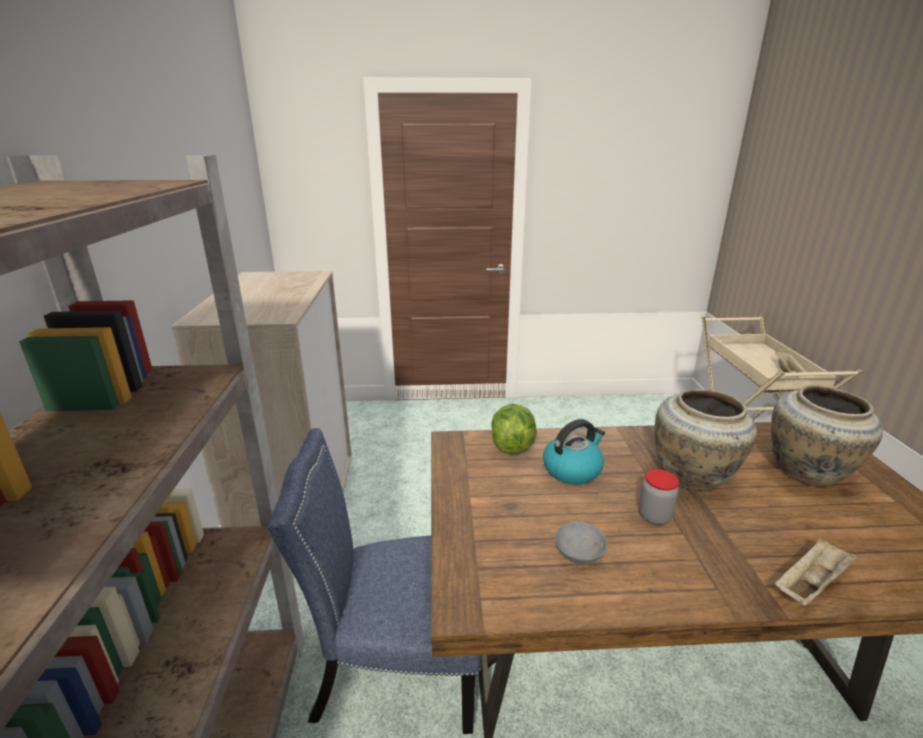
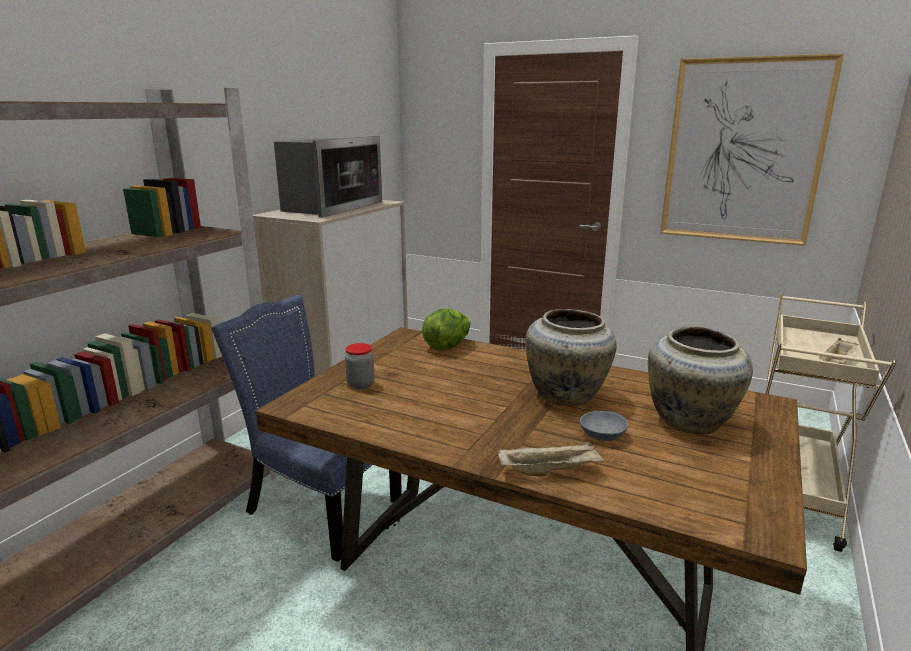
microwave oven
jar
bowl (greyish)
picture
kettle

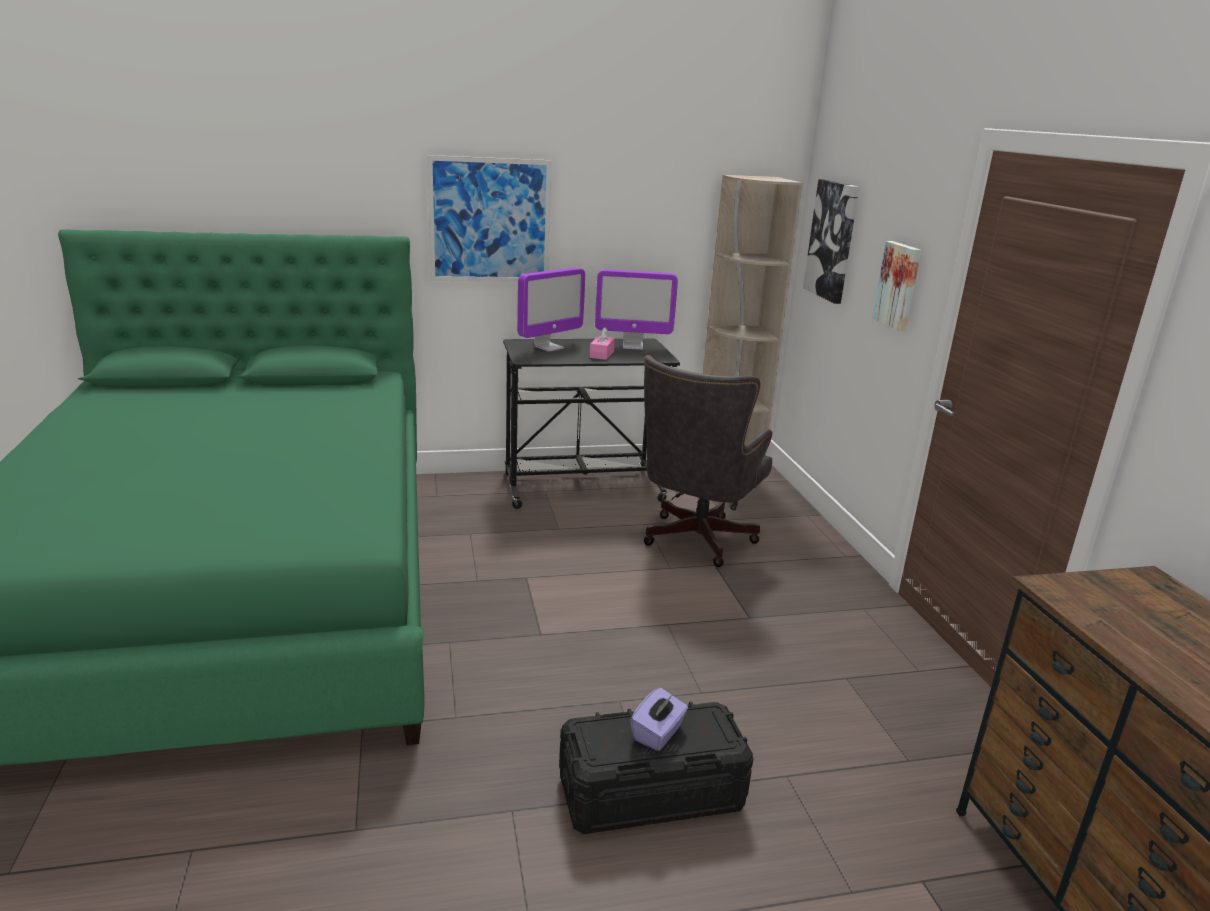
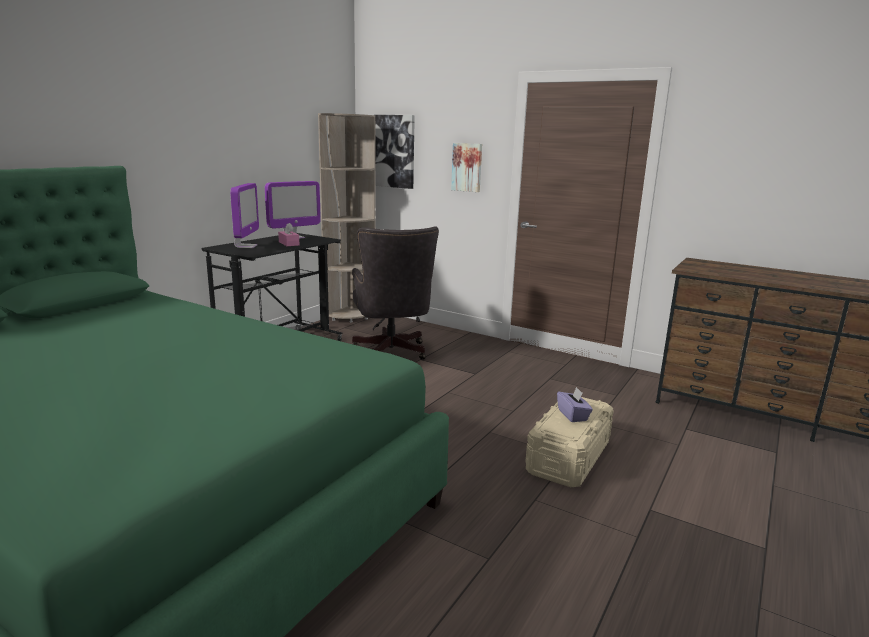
storage bin (beige)
picture (no. 1 from left in the first image)

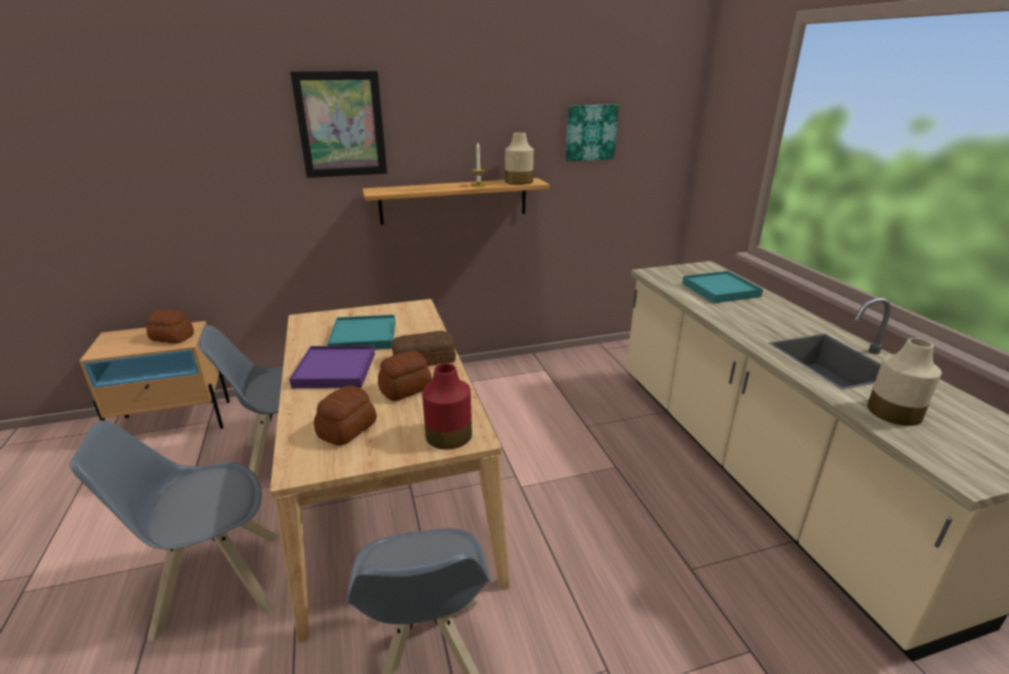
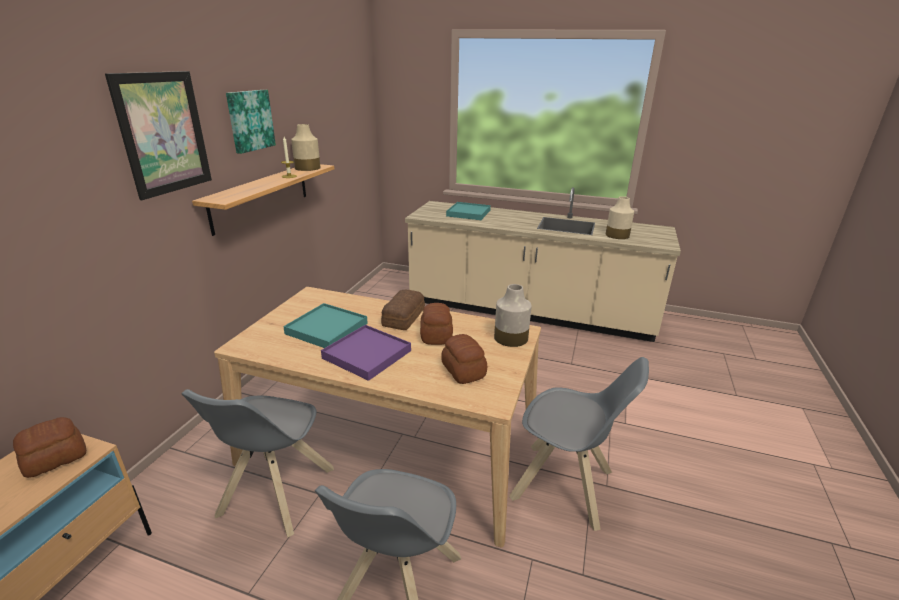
picture (no. 2 from left)
flower vase (beige) (no. 2 from left)

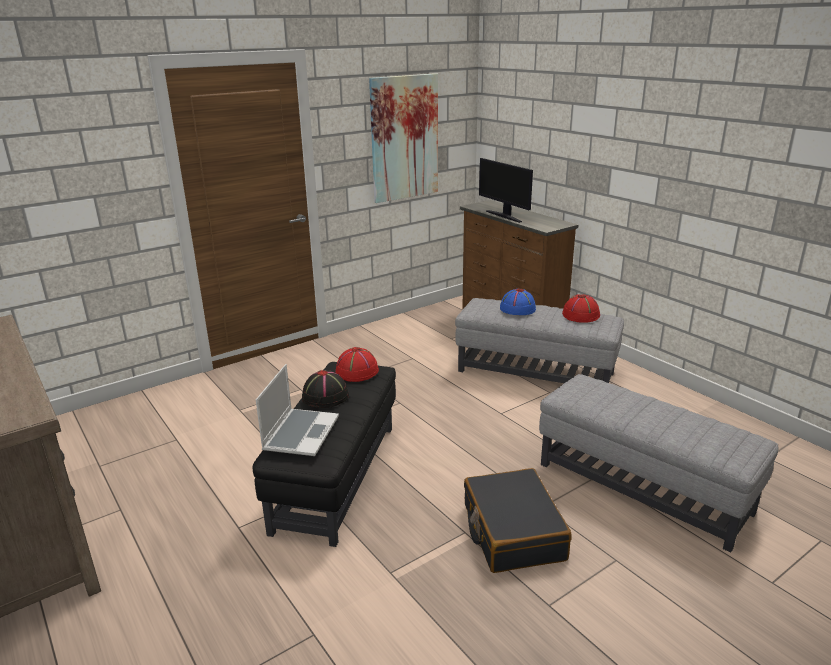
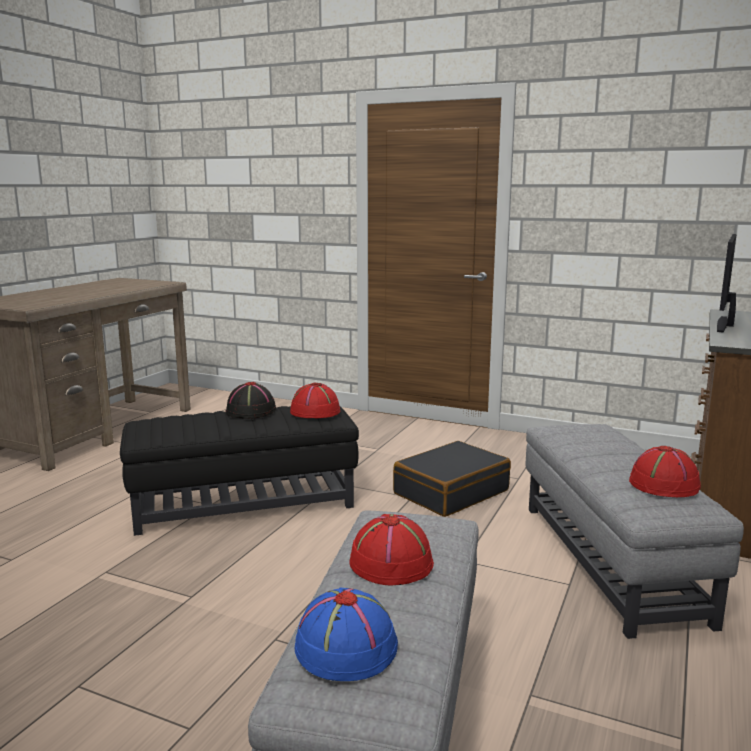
clothing hat (bluish)
clothing hat (reddish) (no. 2 from left)
travel case (blackish)
portable computer
picture

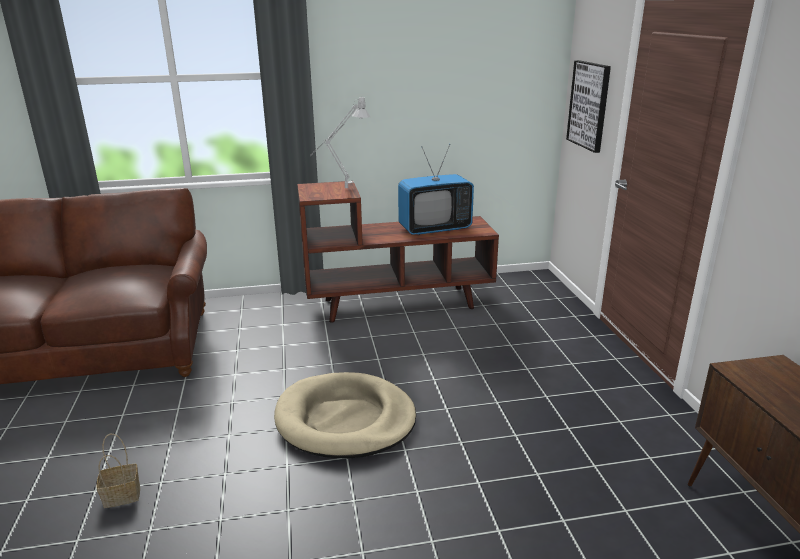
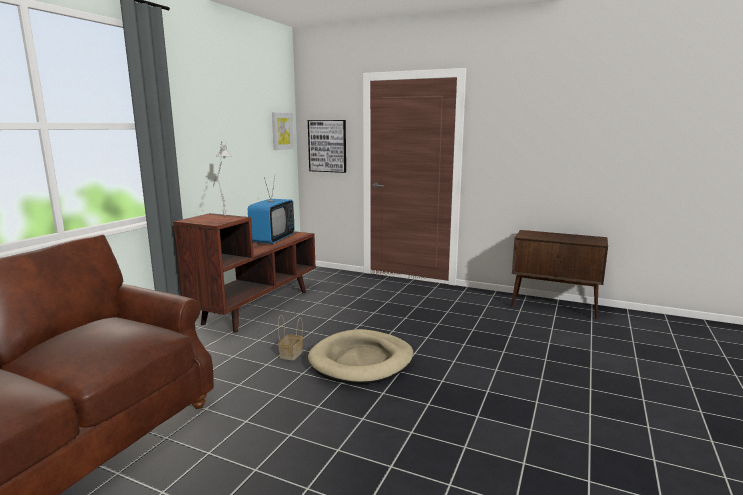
picture (no. 1 from left)
household basket

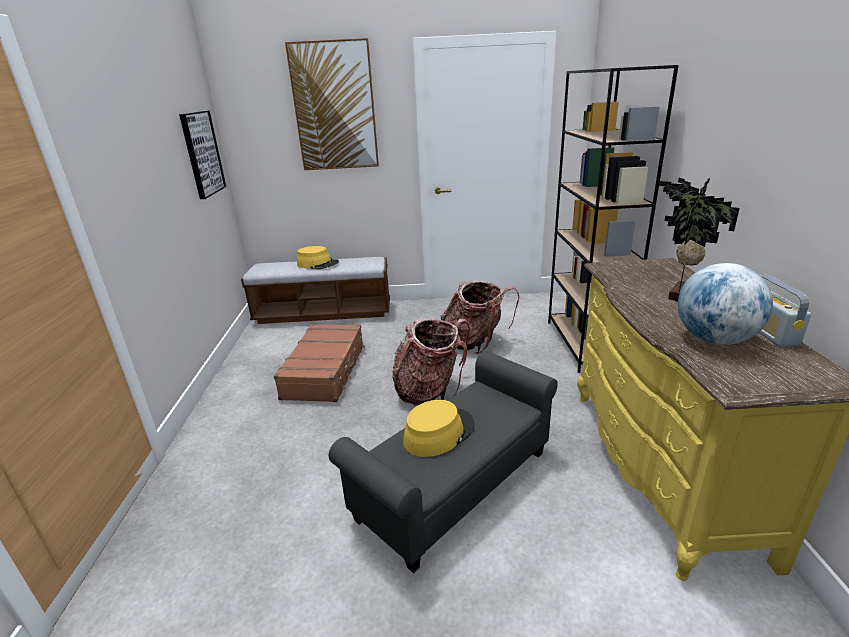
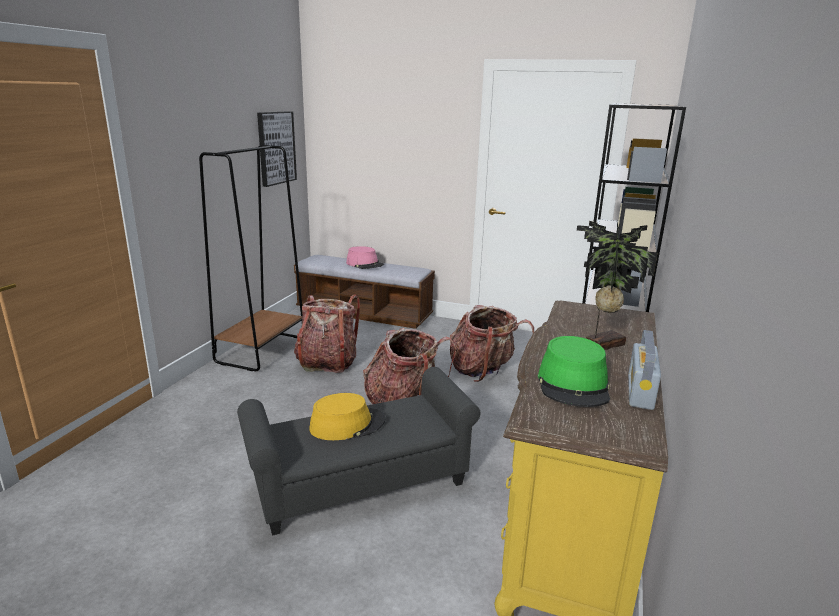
clothes rack
knapsack (no. 1 from left)
clothing hat (pink-coloured)
clothing hat (greenish)
picture (no. 2 from left in the first image)

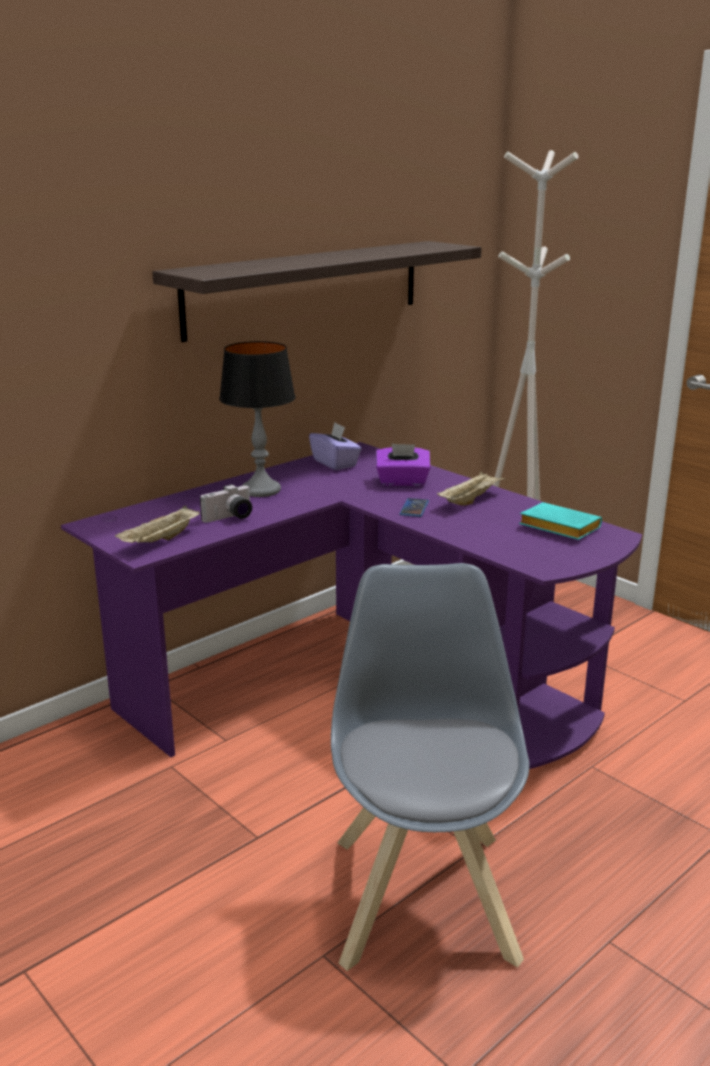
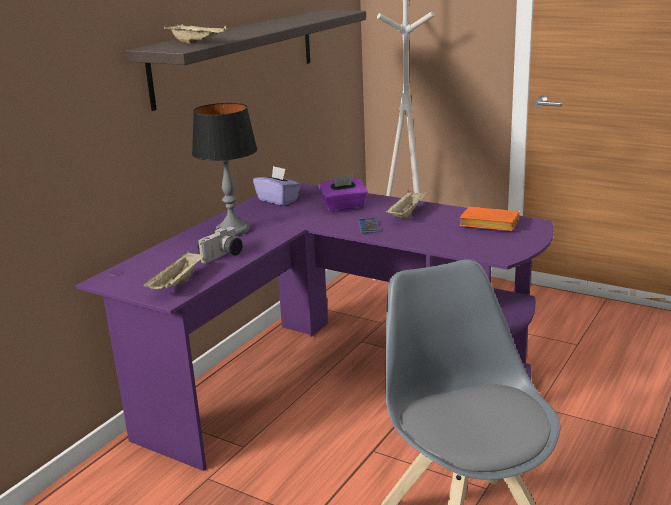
tray (beige) (no. 2 from left)
volume (orange)

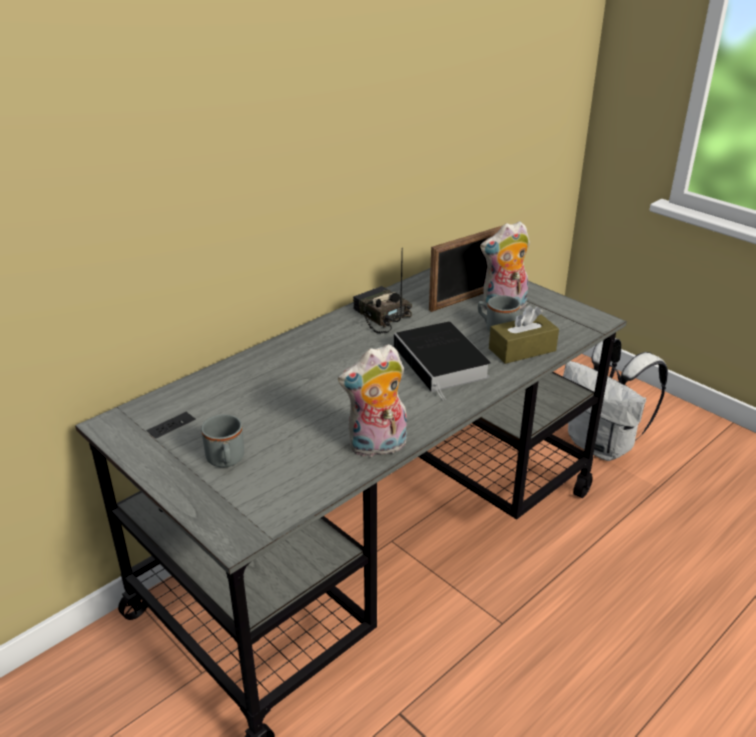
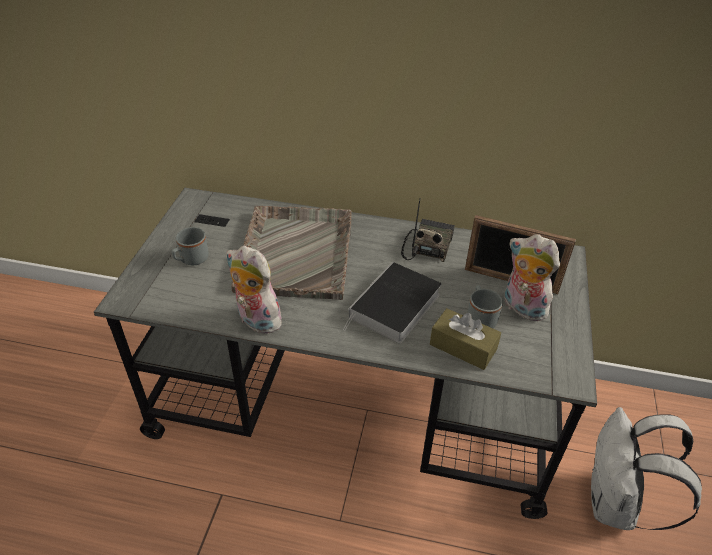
tray (greyish)

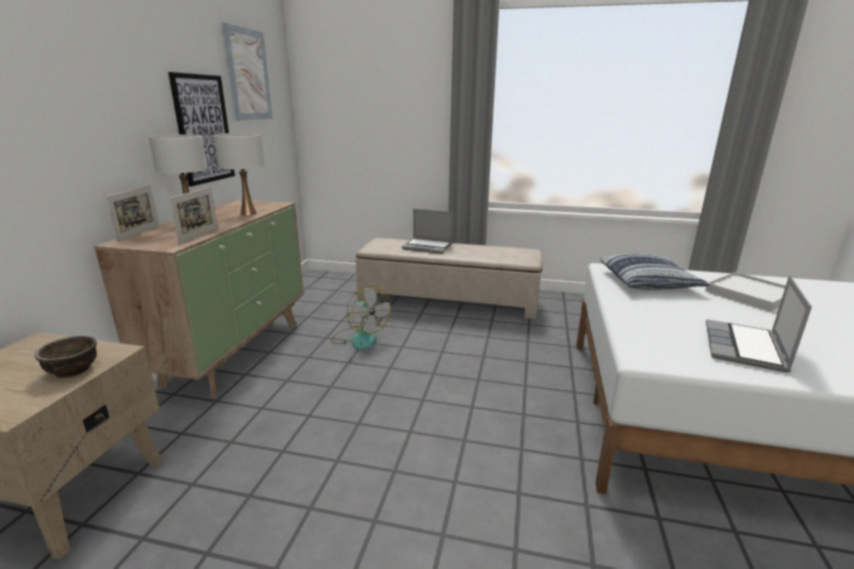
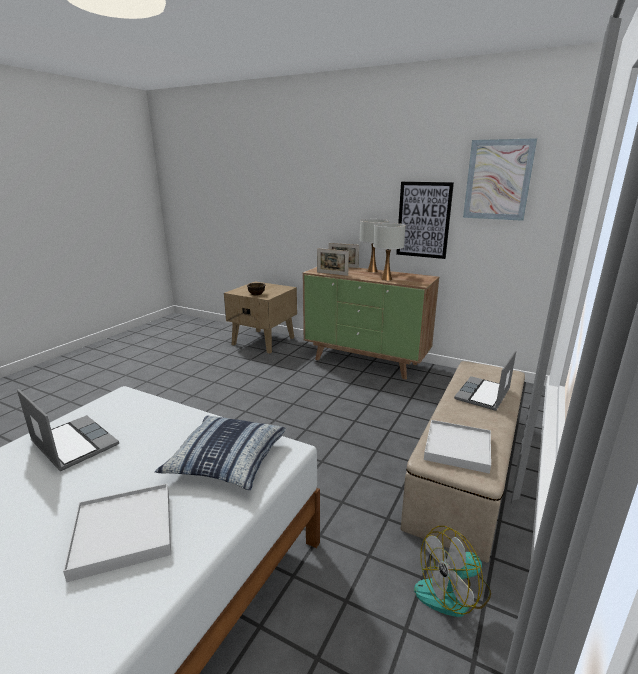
fan
tray (white) (no. 2 from left)

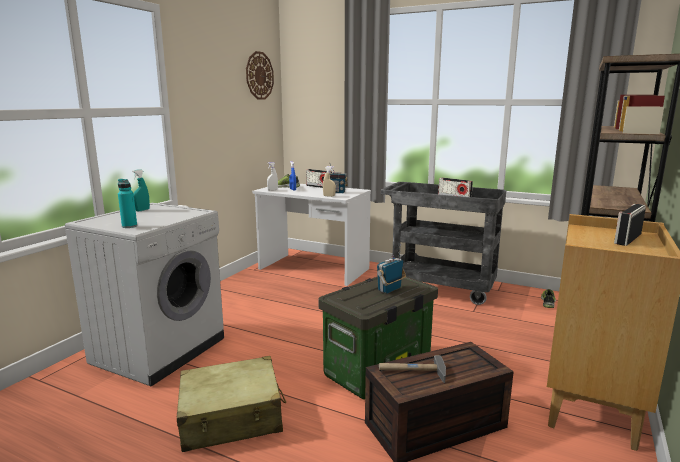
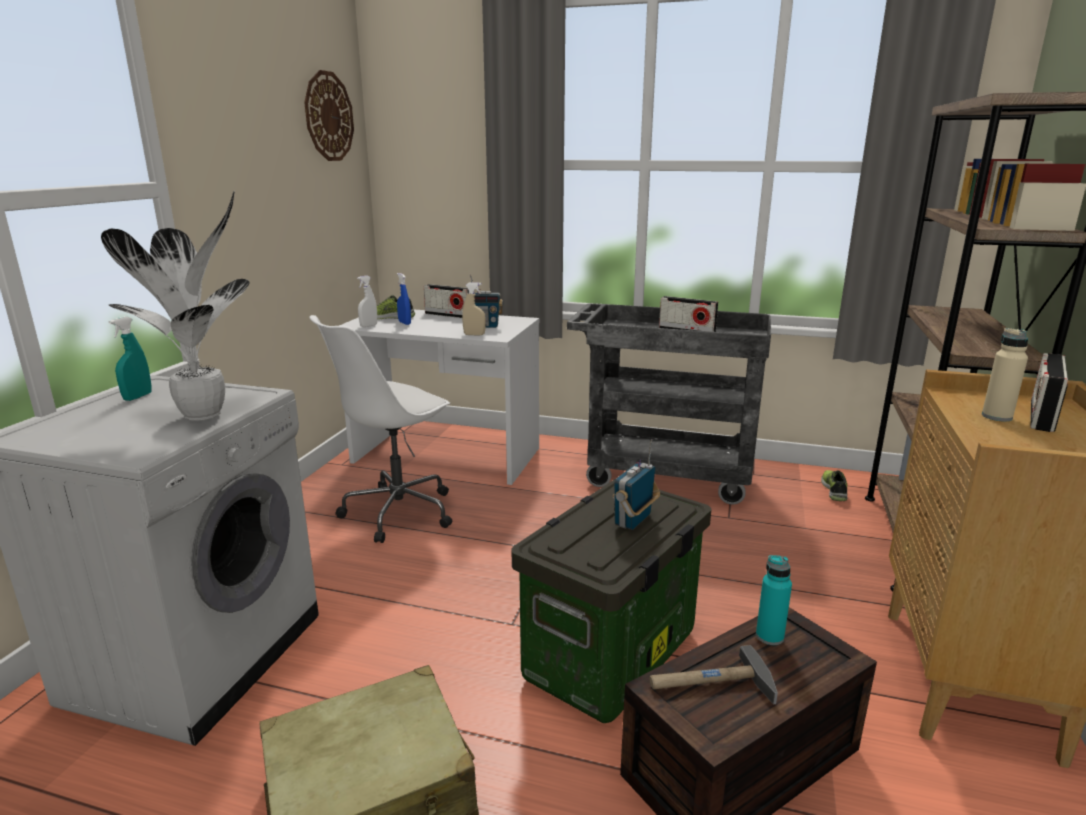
houseplant
office chair (white)
drink bottle (turquoise-coloured)
drink bottle (beige)

